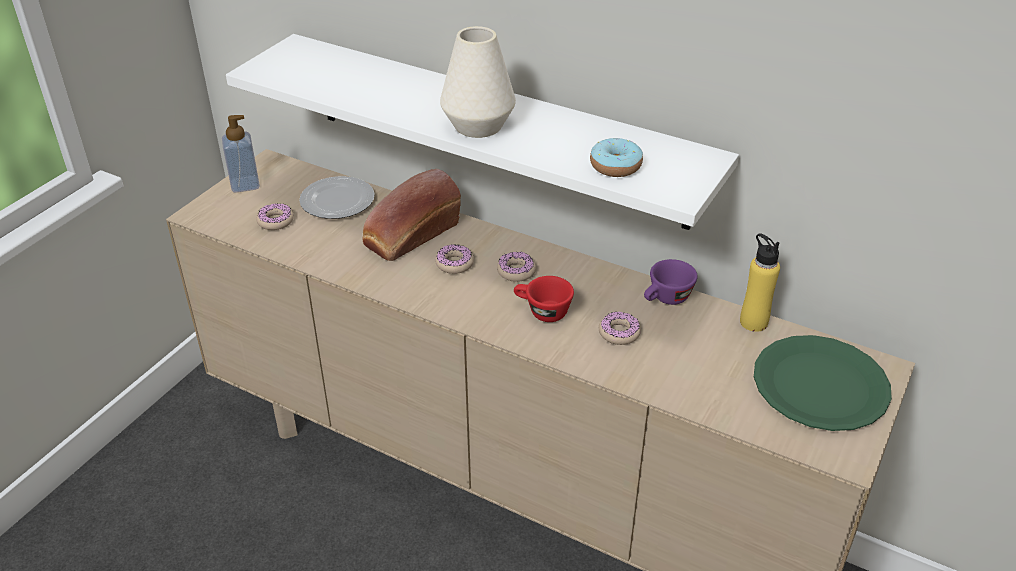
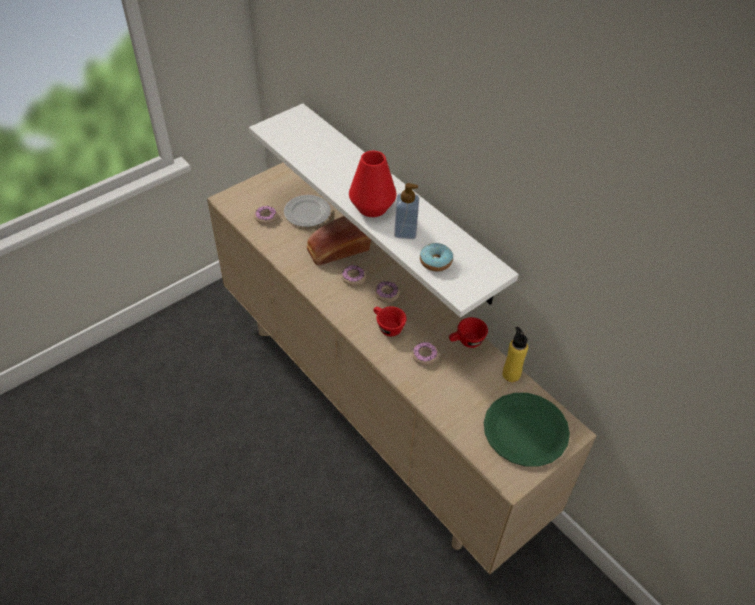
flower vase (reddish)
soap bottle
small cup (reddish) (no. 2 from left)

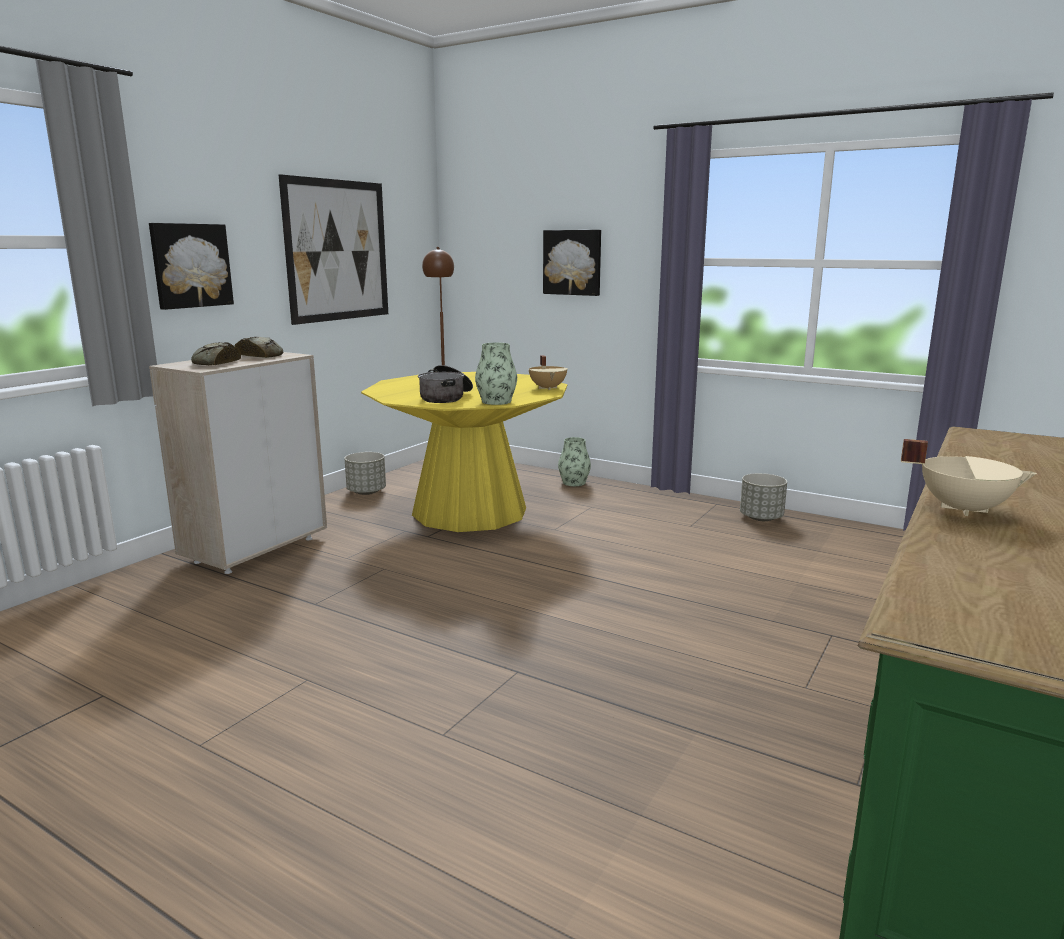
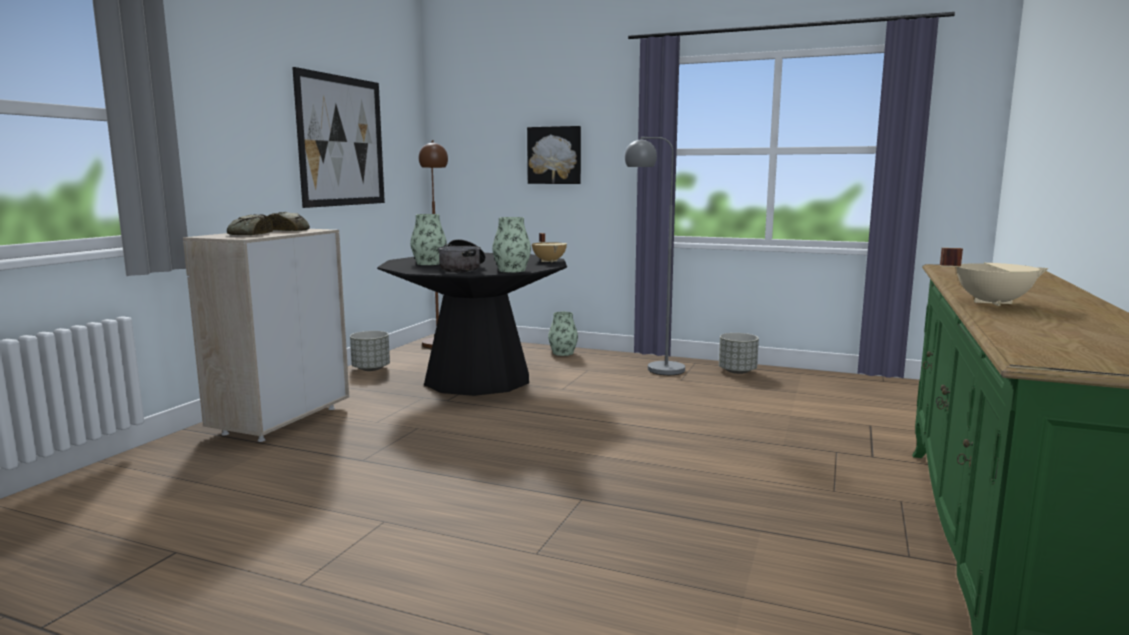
kitchen table (blackish)
flower vase (no. 1 from left)
standard lamp (greyish)
picture (no. 1 from left in the first image)

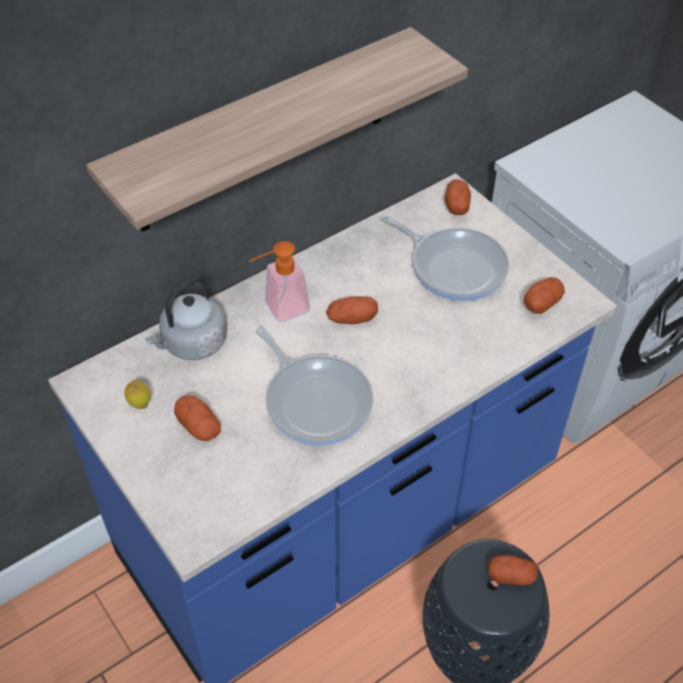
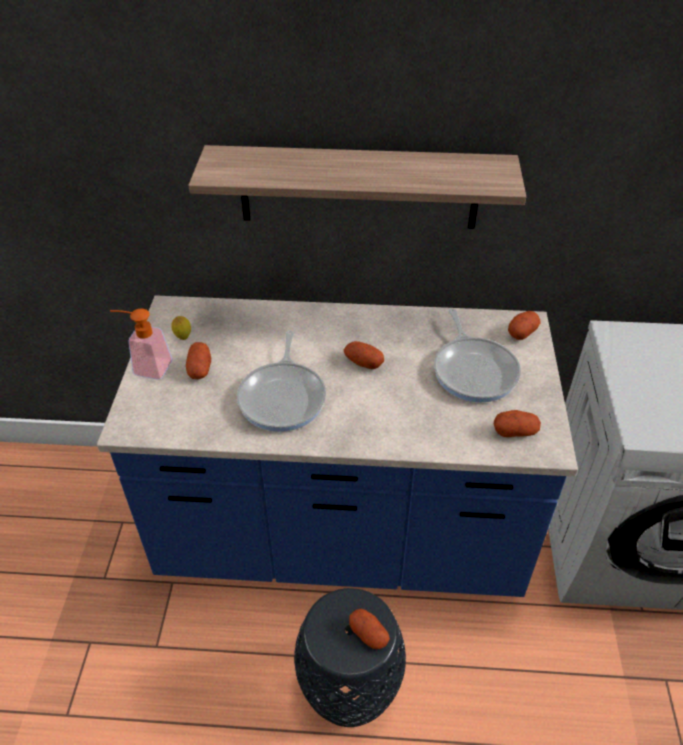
soap bottle
kettle (greyish)

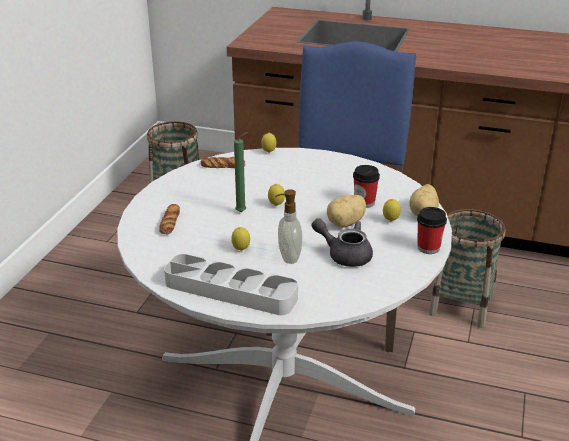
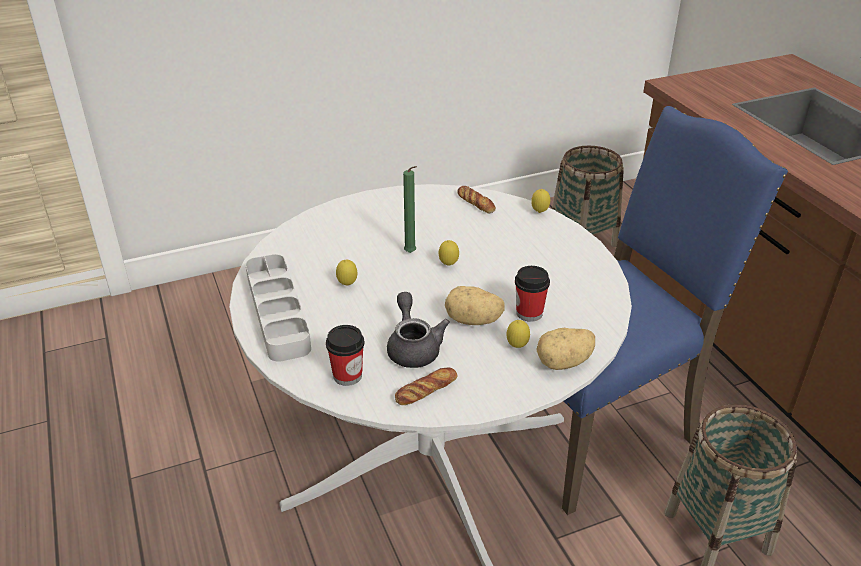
small cup (no. 1 from left)
bread (no. 1 from left)
soap bottle

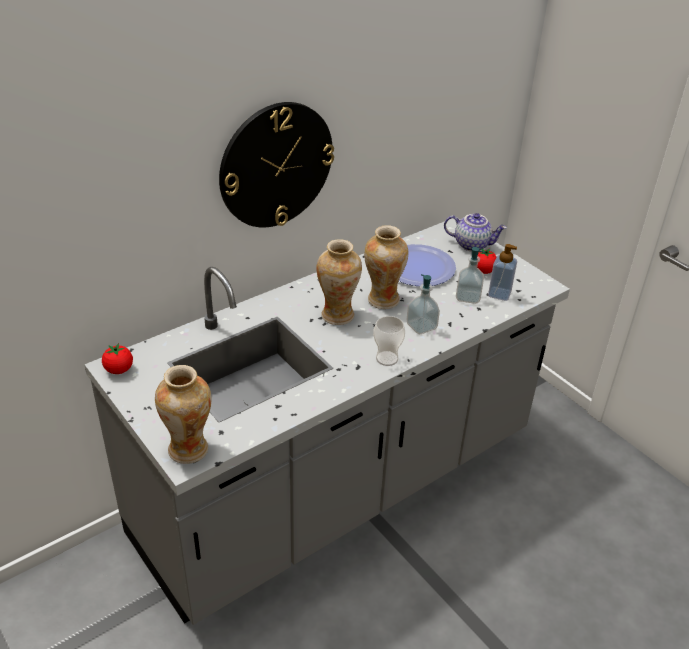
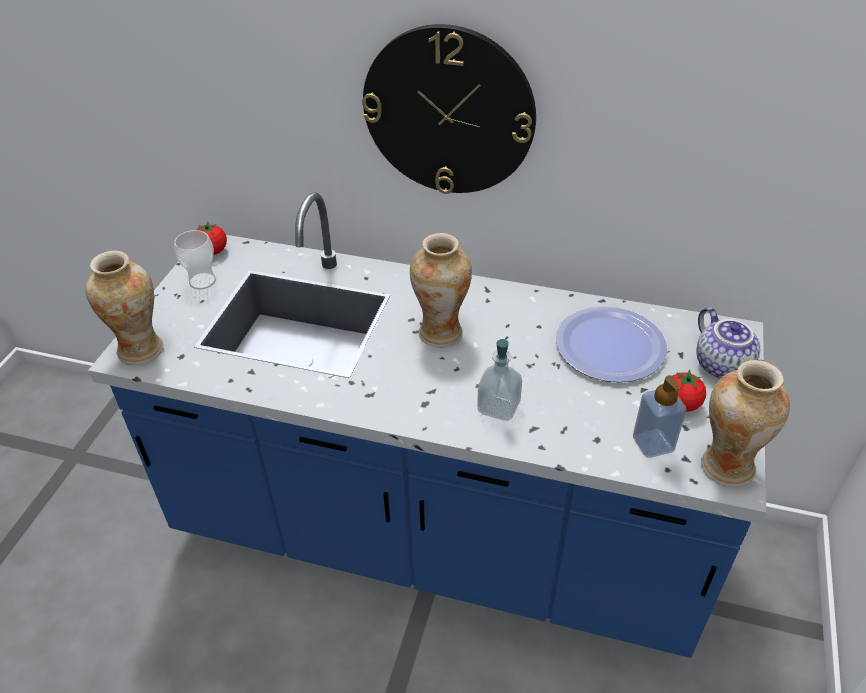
counter (bluish)
small cup
flower vase (no. 3 from left)
soap bottle (no. 2 from left in the first image)

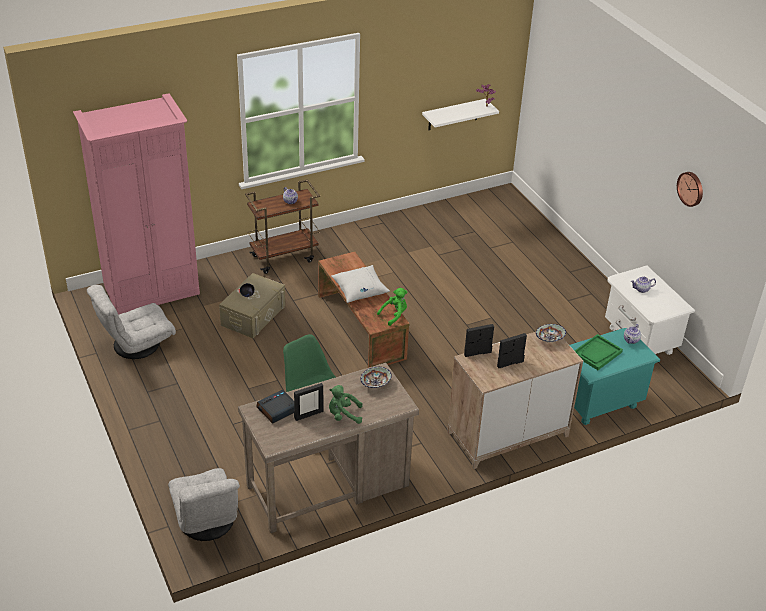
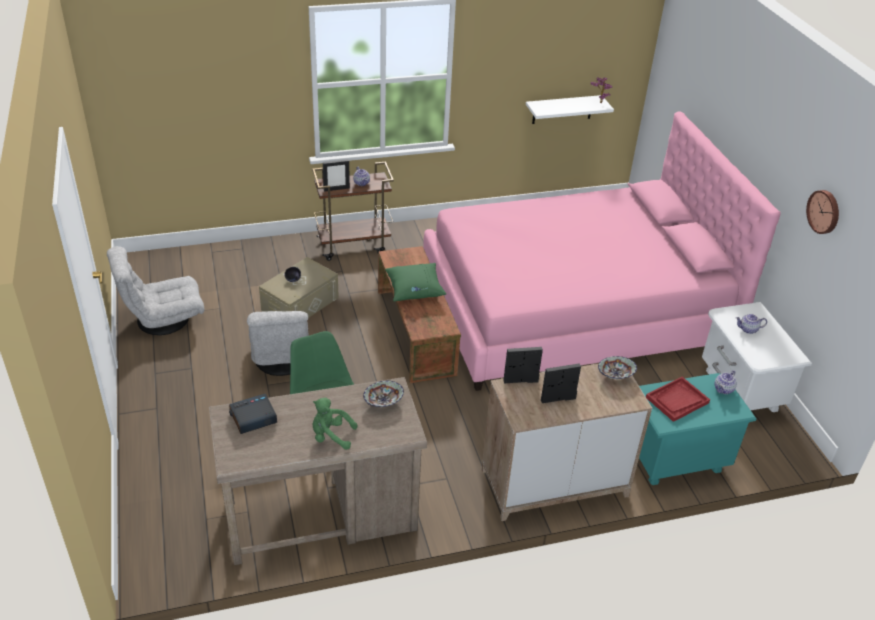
lounge chair (greyish) (no. 2 from left)
photo frame (no. 1 from left)
pillow (greenish)
bed (pink-coloured)
tray (reddish)
clothes cupboard (pink-coloured)
plush toy (greenish) (no. 2 from left in the first image)

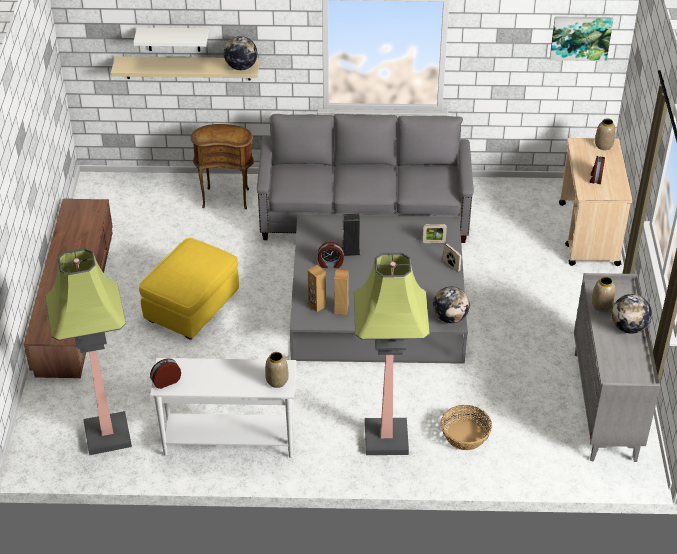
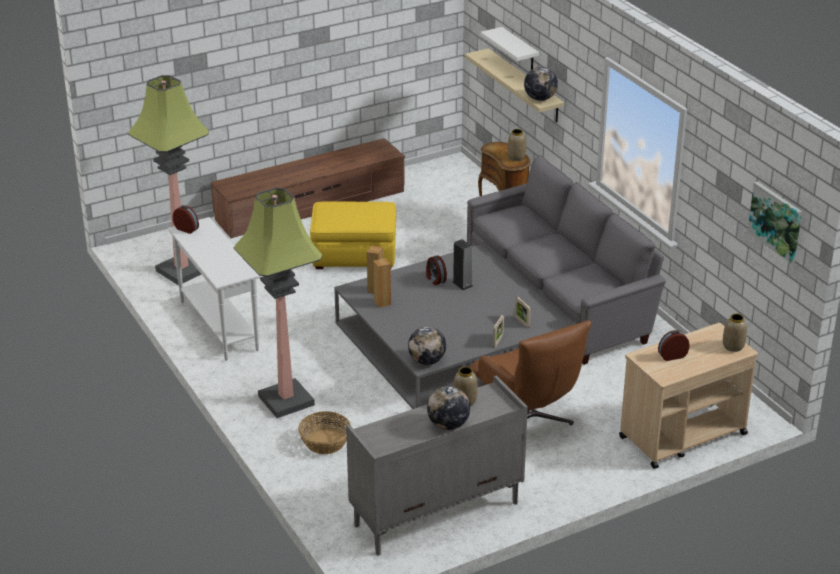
lounge chair (brown)
flower vase (no. 2 from left)

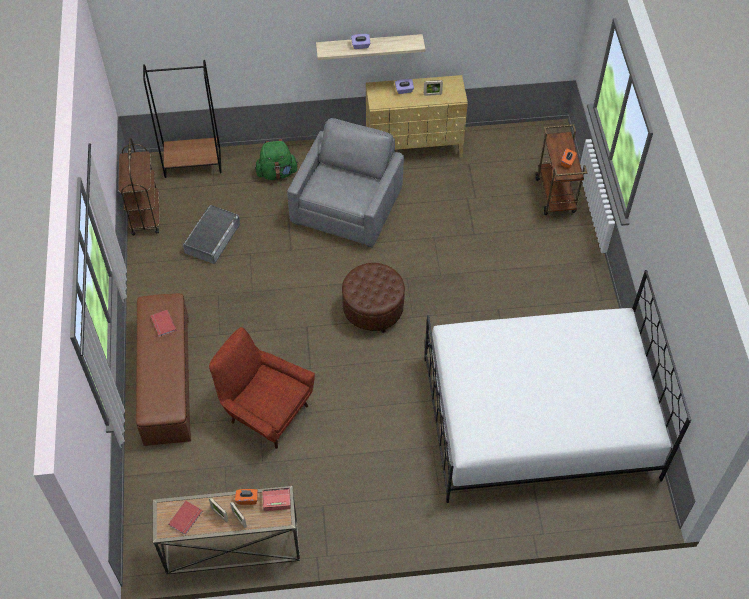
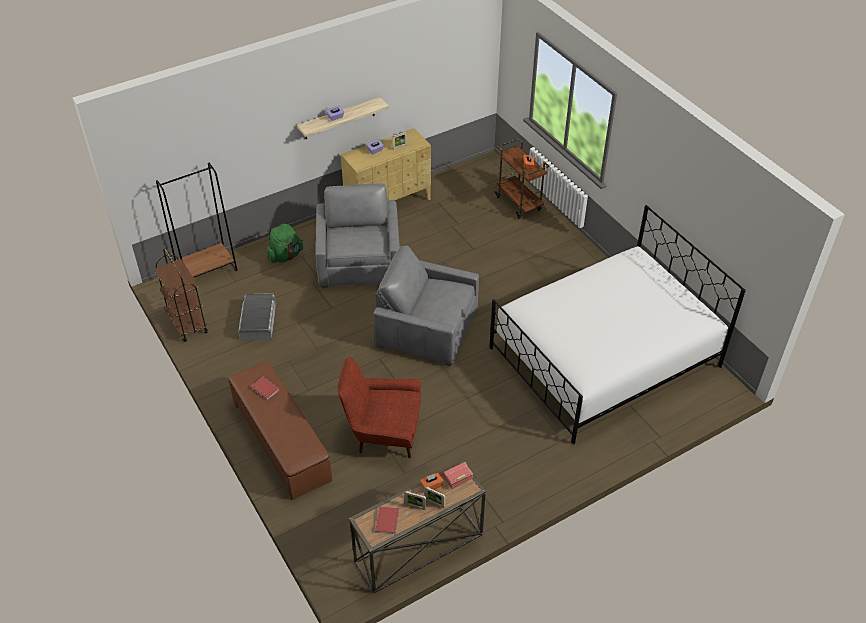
lounge chair (greyish) (no. 2 from left)

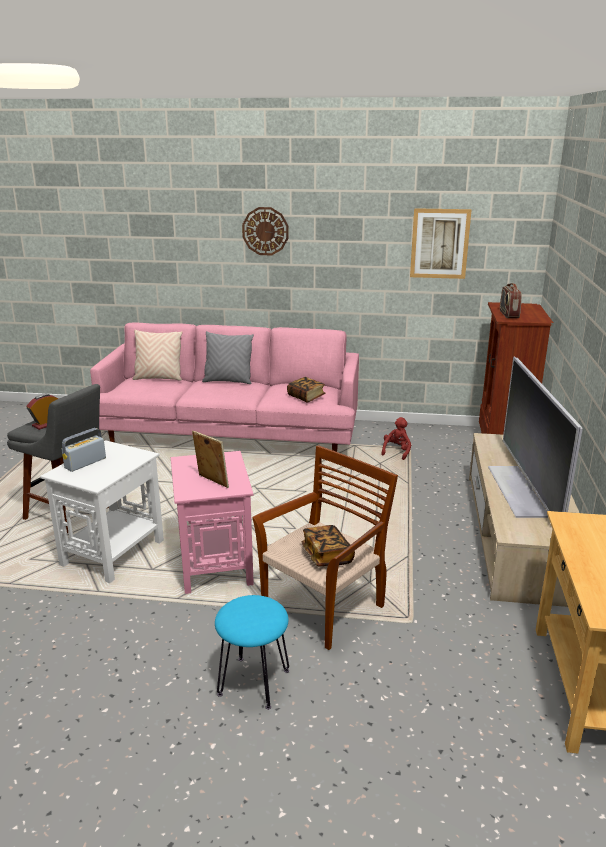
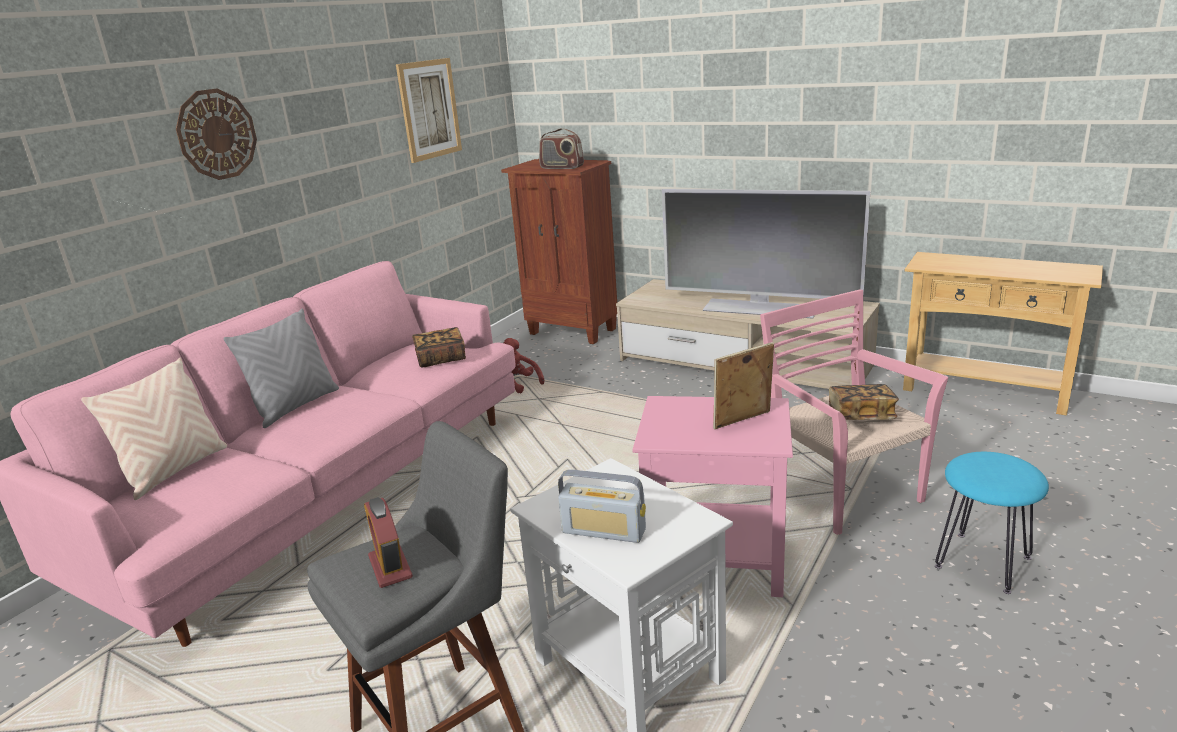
radio set (no. 2 from left)
lounge chair (pink-coloured)

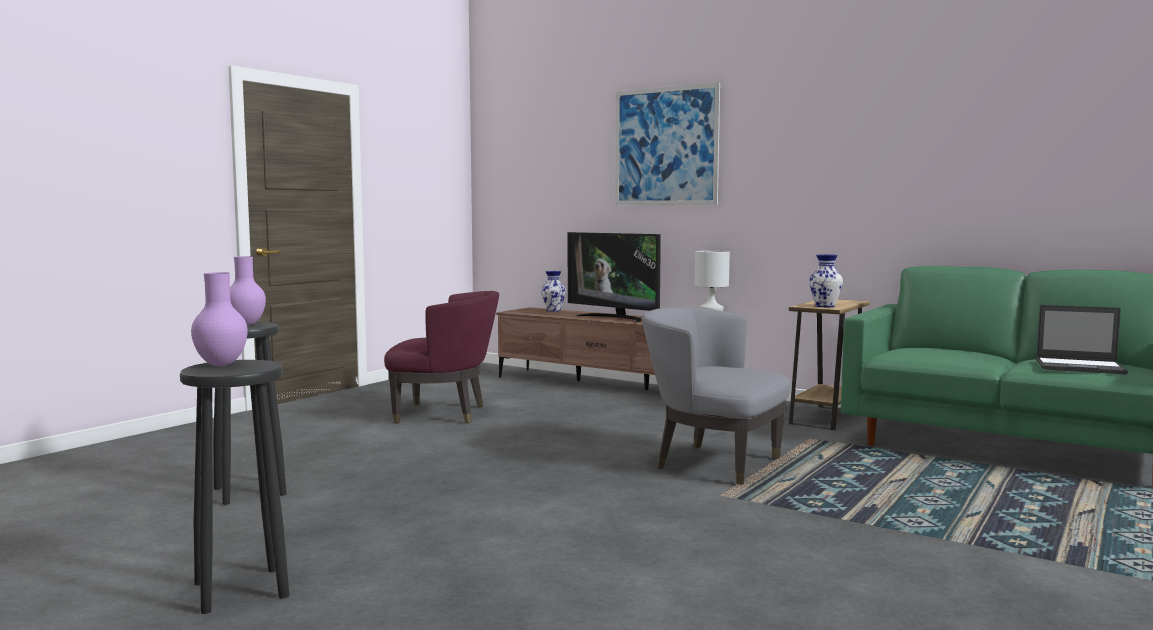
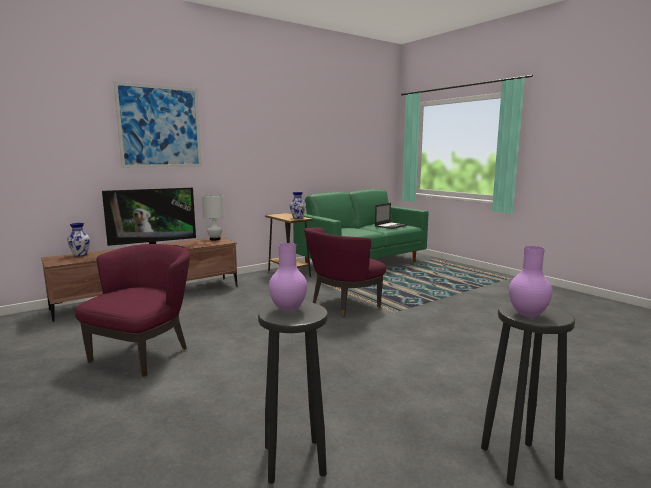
lounge chair (purple) (no. 2 from left)

